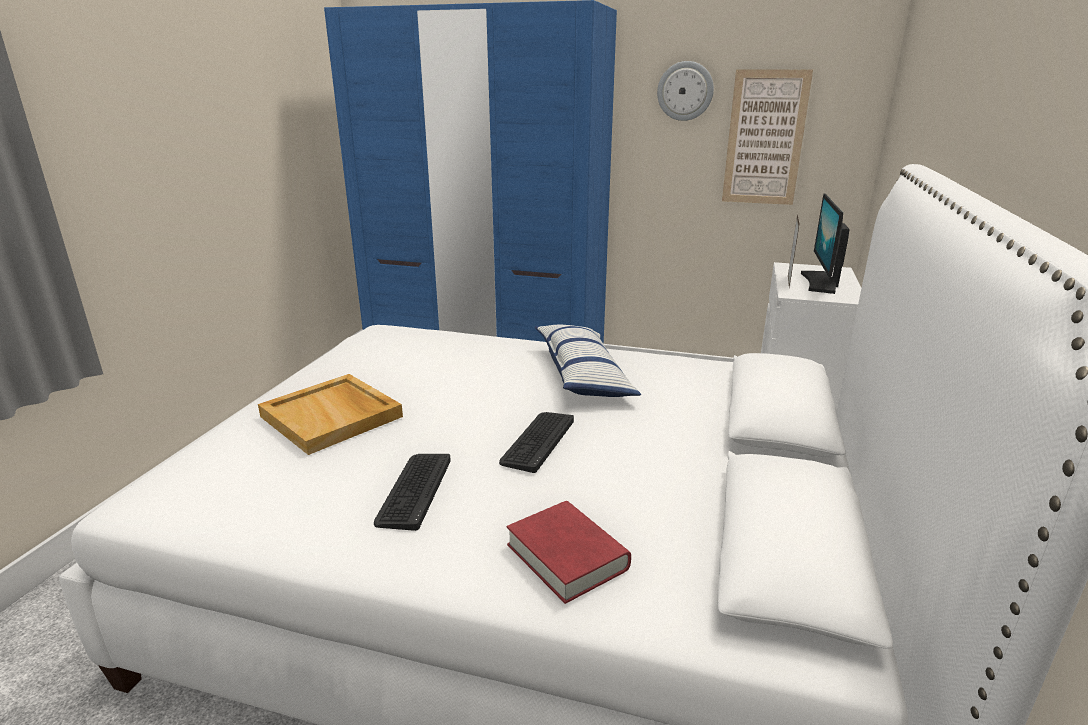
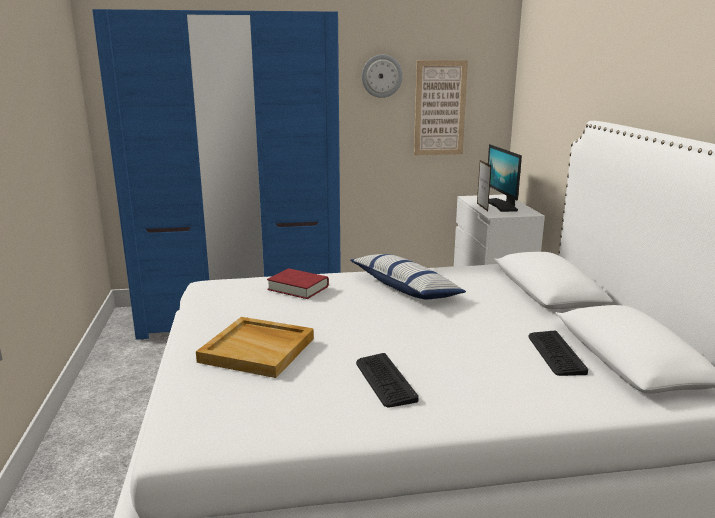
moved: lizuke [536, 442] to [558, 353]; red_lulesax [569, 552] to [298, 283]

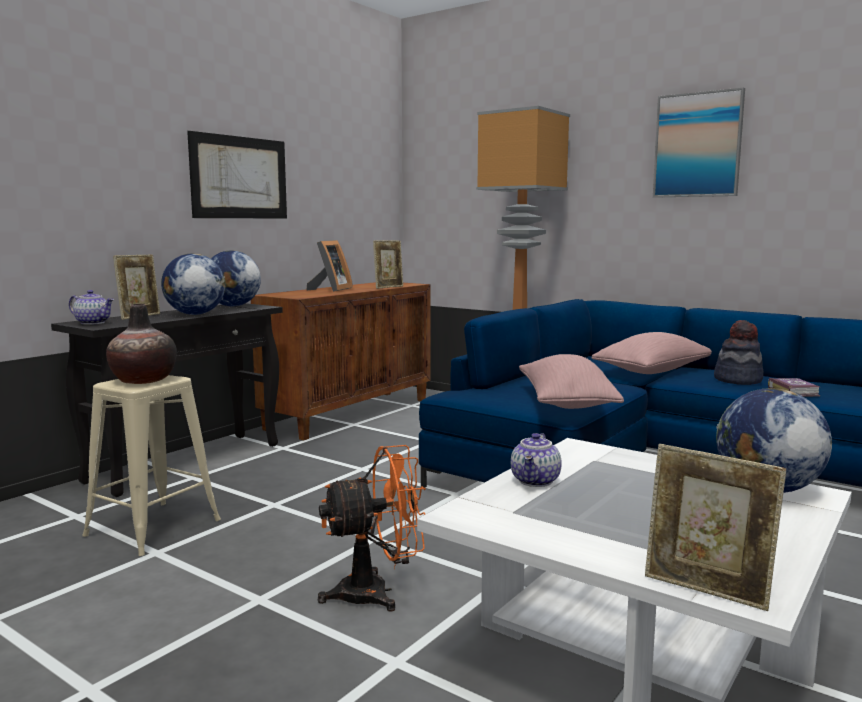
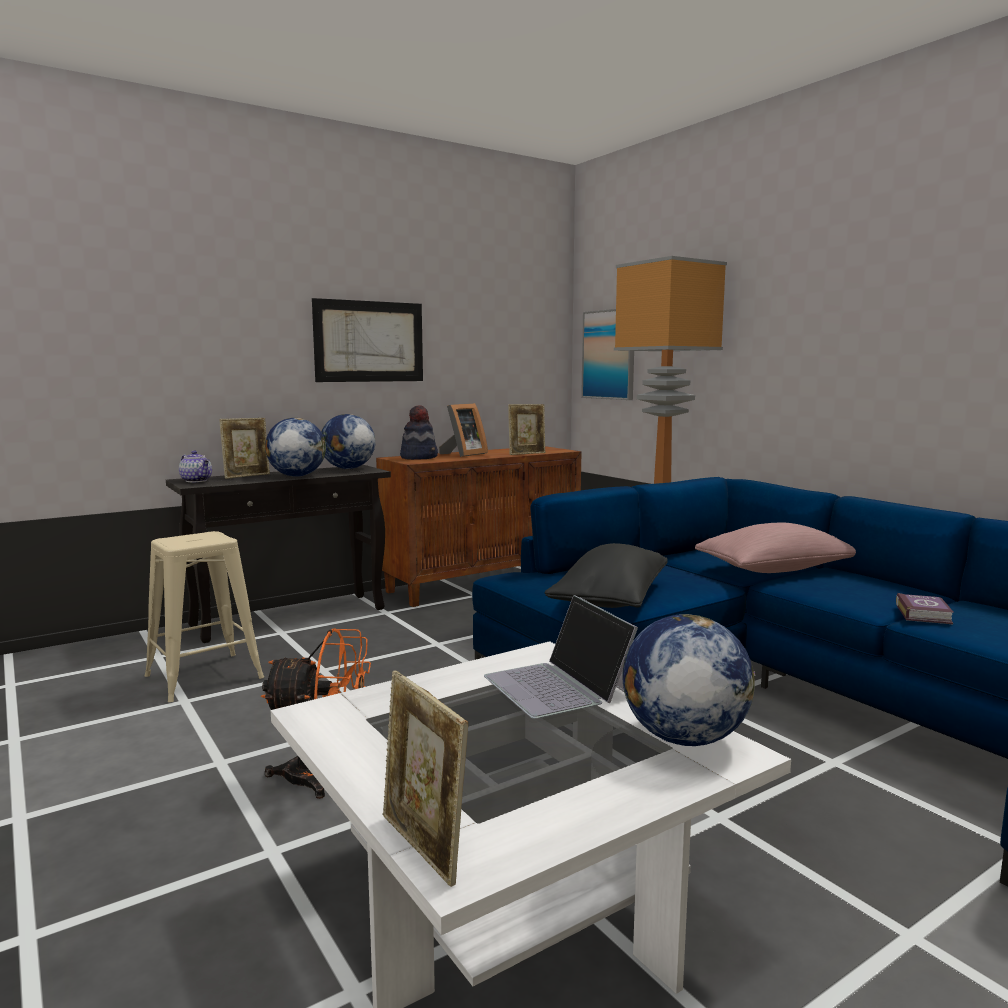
removed: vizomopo [141, 344]; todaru [536, 460]
added: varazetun [561, 657]
moved: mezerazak [699, 143] to [607, 354]; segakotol [738, 352] to [419, 432]
recoloured: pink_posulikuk [571, 381] to black_posulikuk [606, 575]

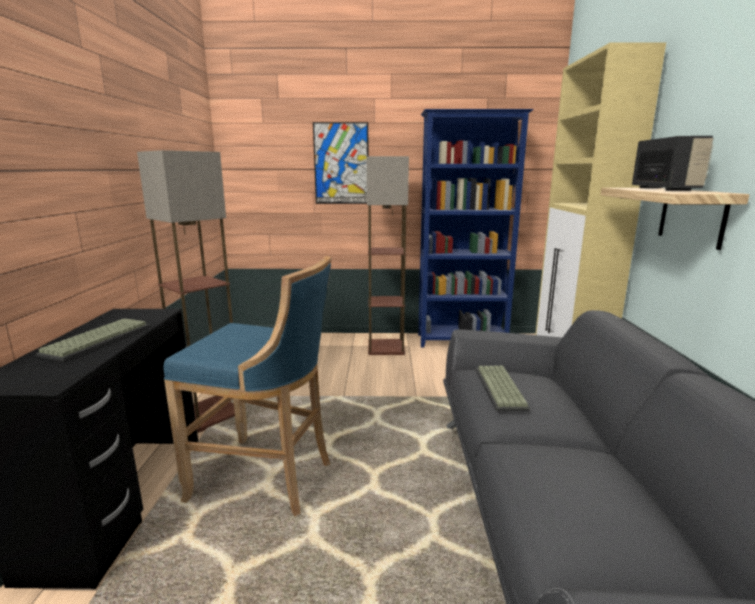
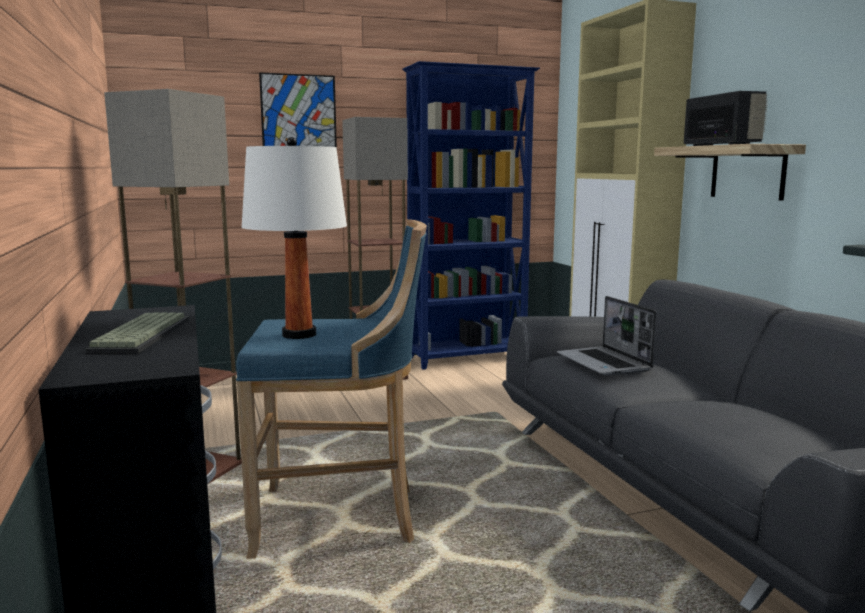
added: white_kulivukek [294, 238]
replaced: lizuke [503, 388] to varazetun [607, 336]

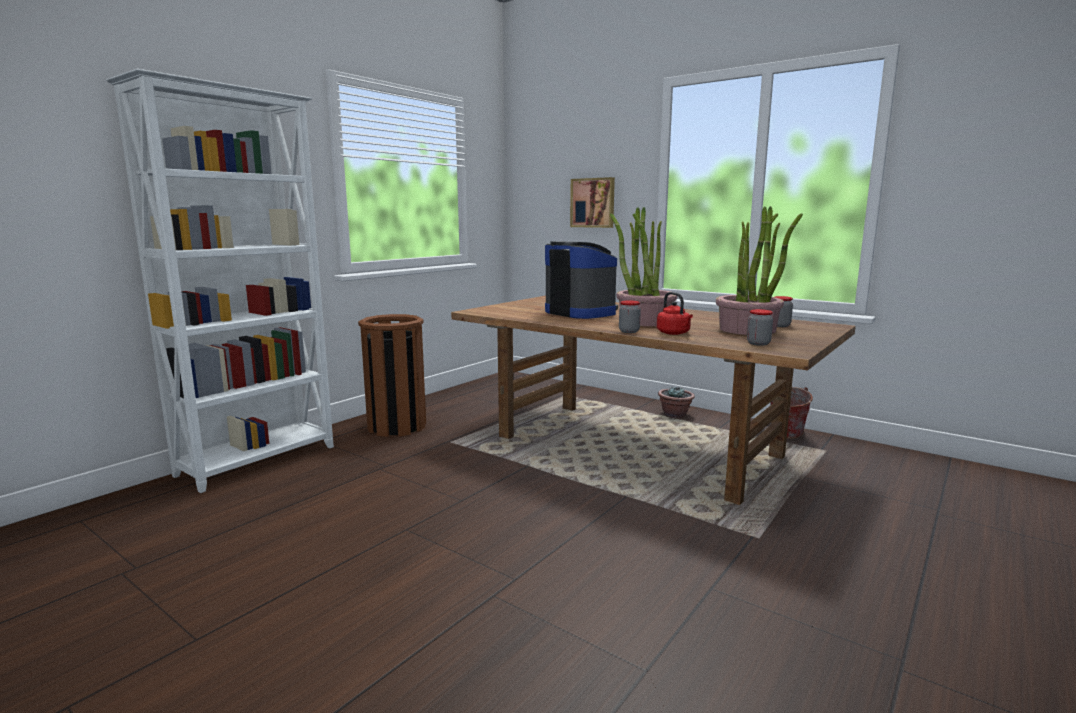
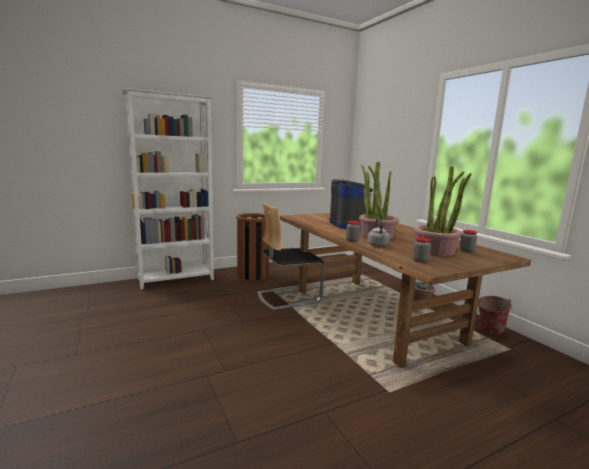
removed: mezerazak [592, 202]
added: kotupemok [291, 256]
recoloured: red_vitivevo [675, 313] to grey_vitivevo [378, 233]

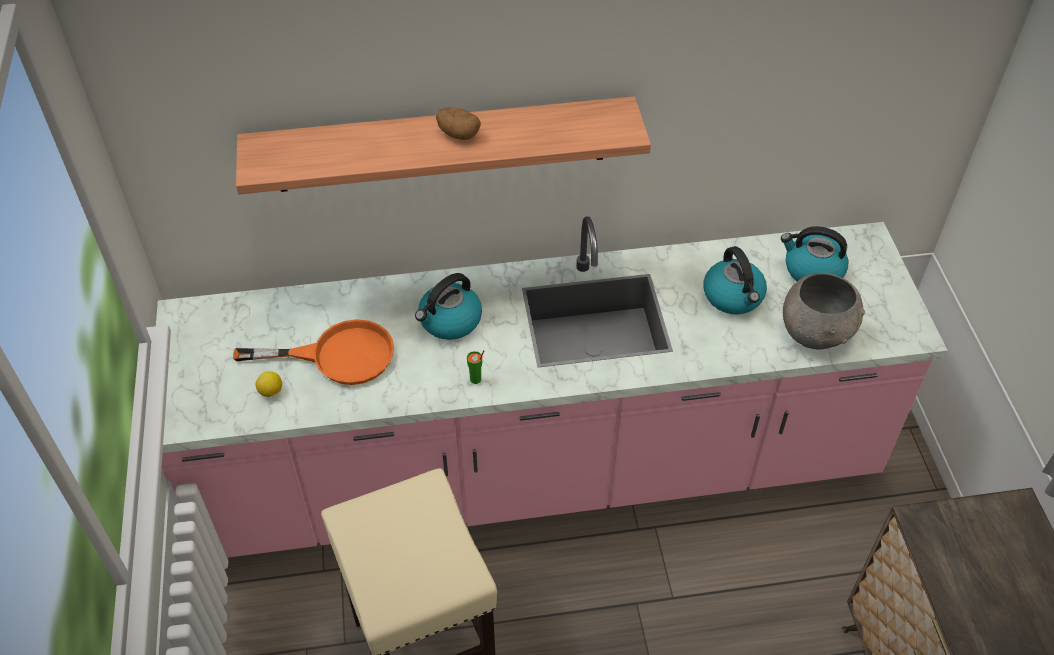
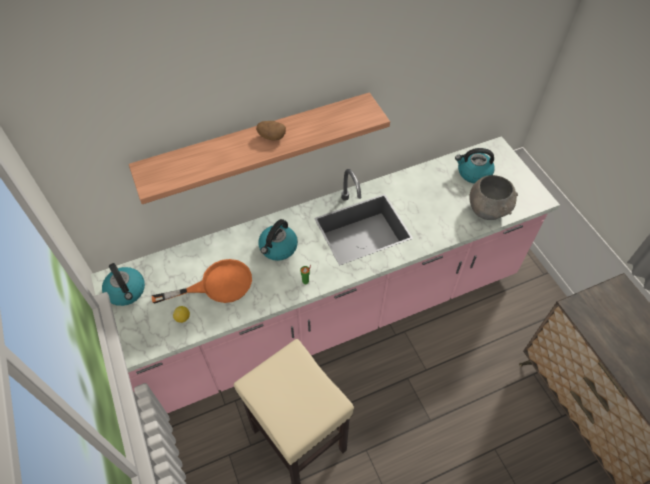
moved: vitivevo [735, 280] to [123, 284]

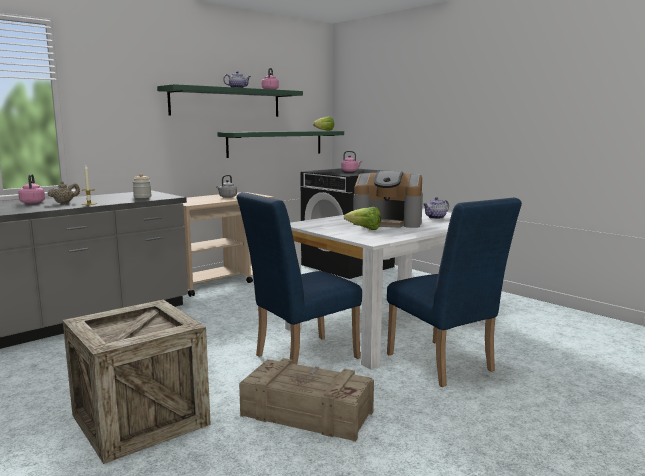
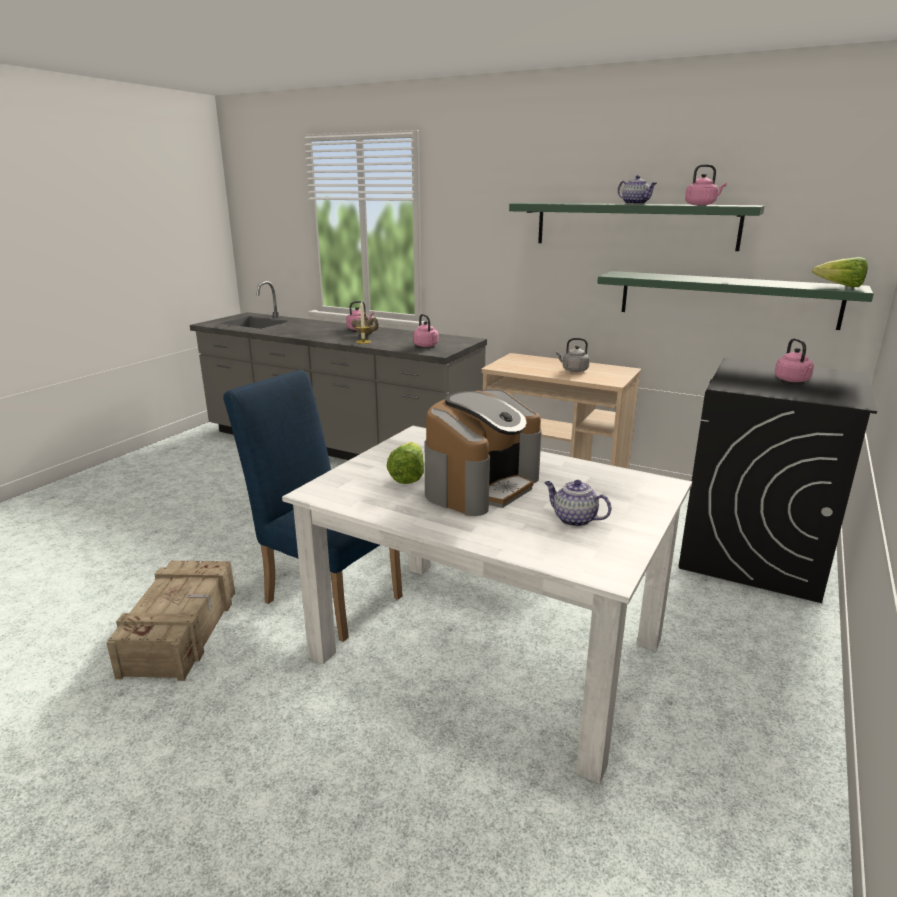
removed: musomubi [137, 382]; blue_kotupemok [454, 292]
replaced: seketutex [142, 186] to pink_vitivevo [425, 330]
turned: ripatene [388, 199] = [483, 452] 135 degrees counterclockwise

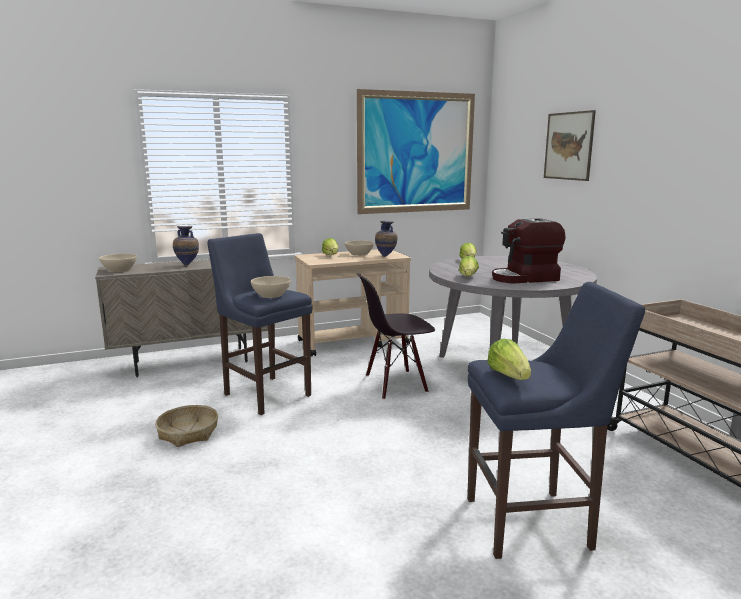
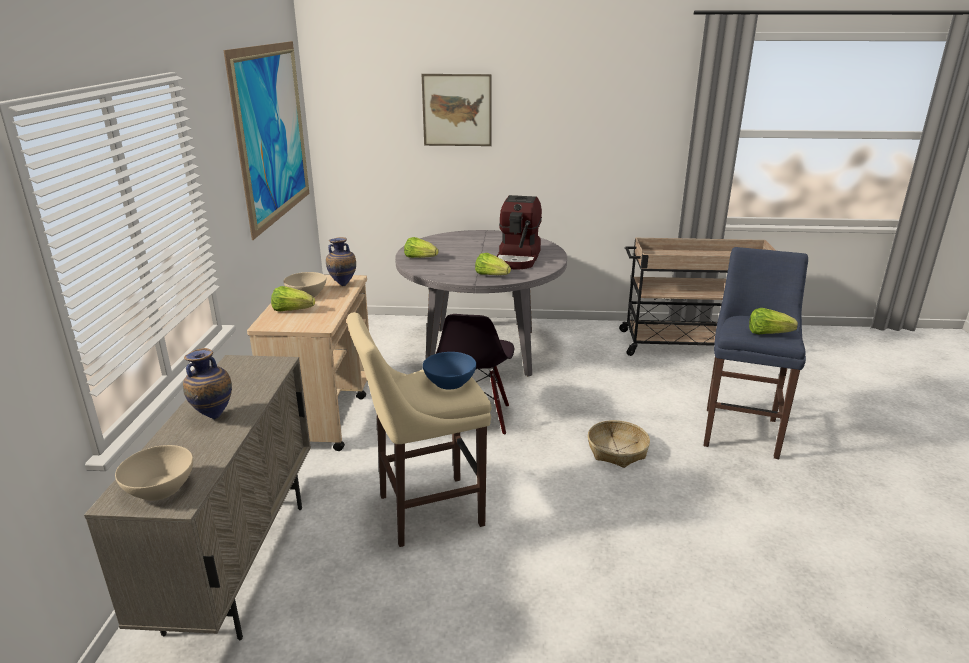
moved: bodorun [186, 426] to [619, 444]
recoloured: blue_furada [260, 324] to beige_furada [419, 429]; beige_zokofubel [271, 287] to blue_zokofubel [449, 370]

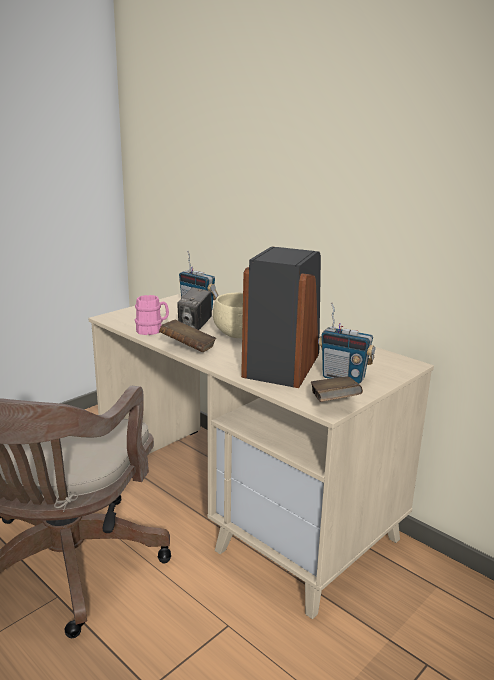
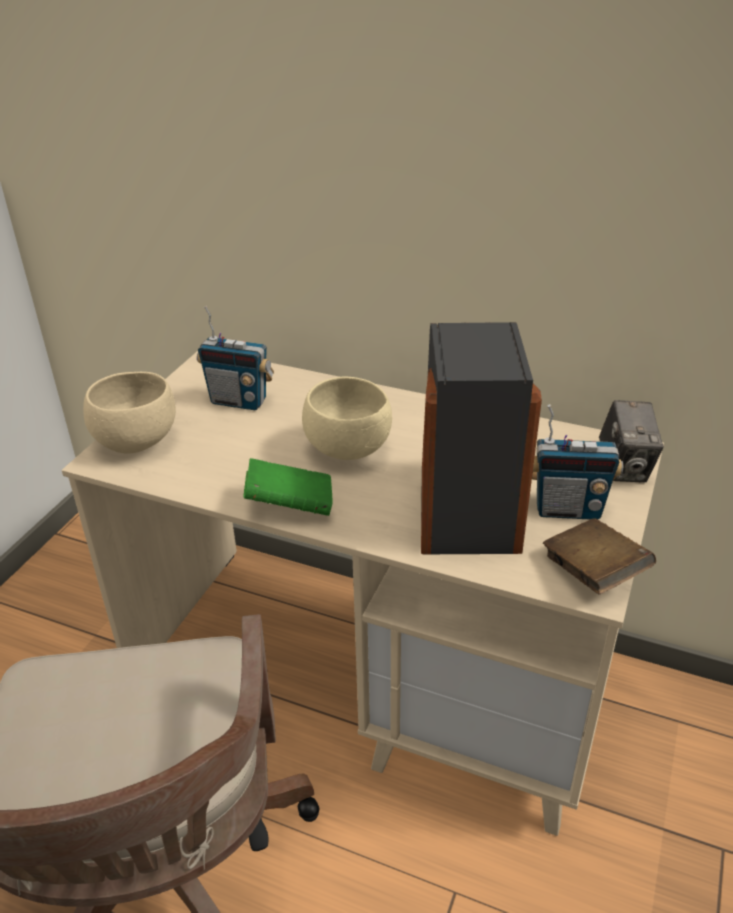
removed: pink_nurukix [152, 315]
added: beige_zokofubel [129, 412]
moved: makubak [194, 308] to [631, 441]
recoloured: brown_lulesax [187, 335] to green_lulesax [288, 487]

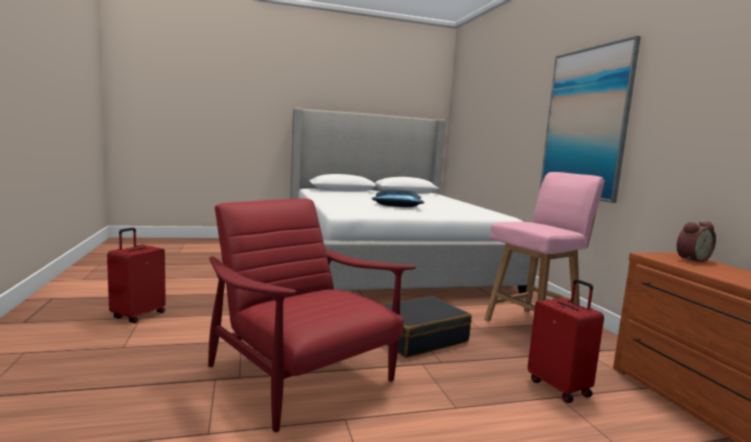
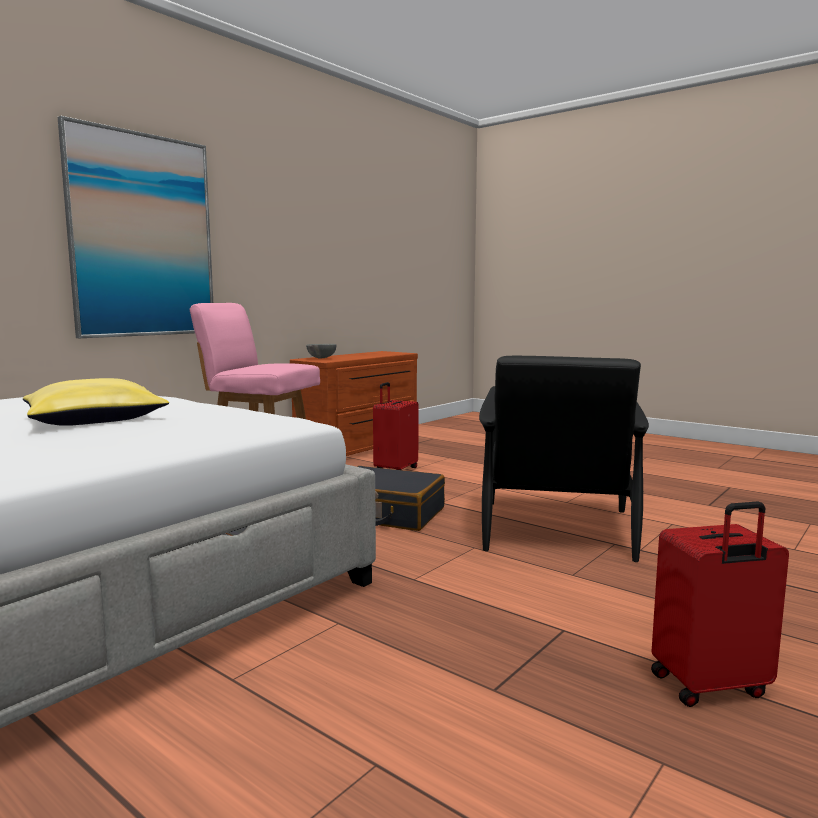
replaced: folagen [696, 242] to grey_zokofubel [321, 351]
recoloured: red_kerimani [312, 315] to black_kerimani [564, 459]; blue_posulikuk [398, 198] to yellow_posulikuk [96, 402]

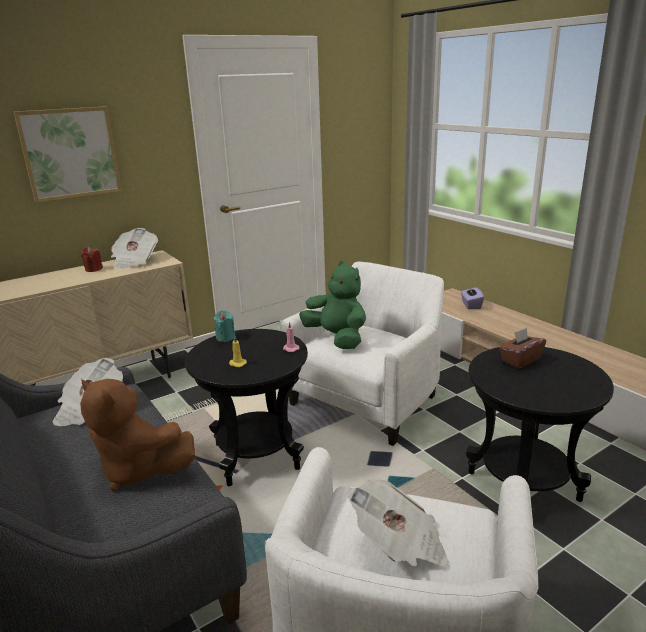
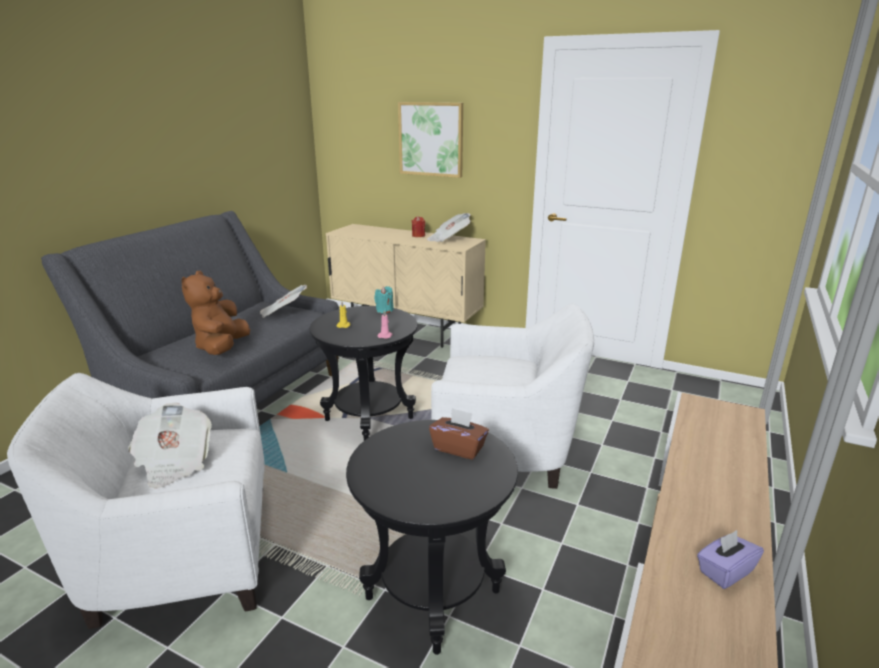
removed: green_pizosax [332, 305]
moved: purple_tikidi [472, 297] to [730, 559]

